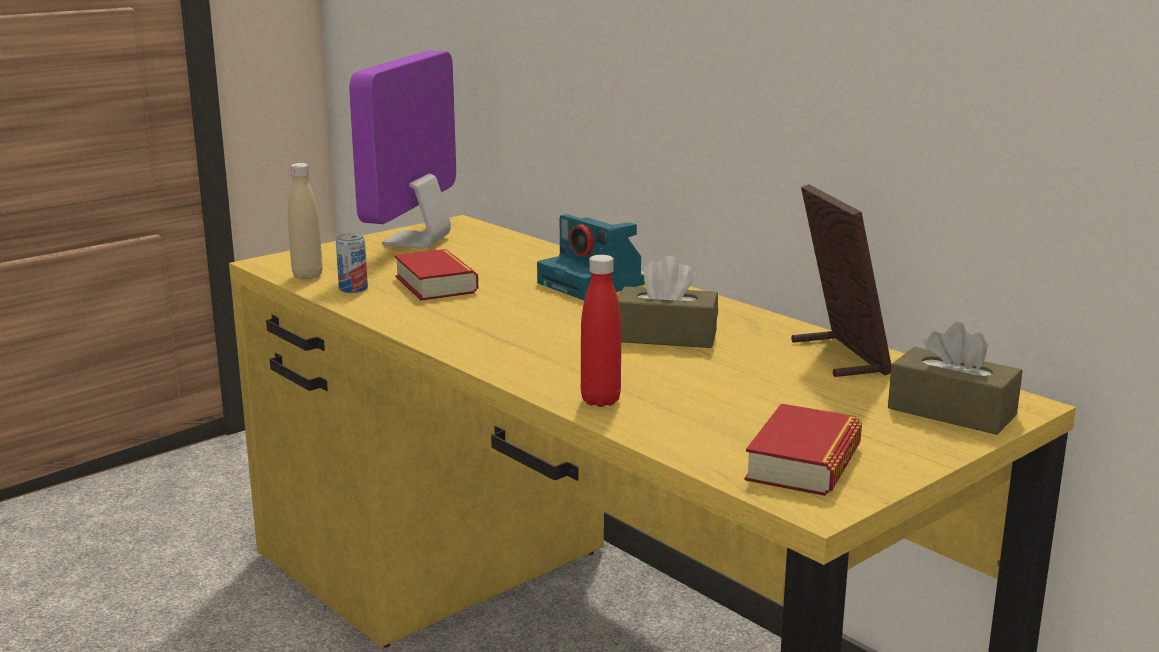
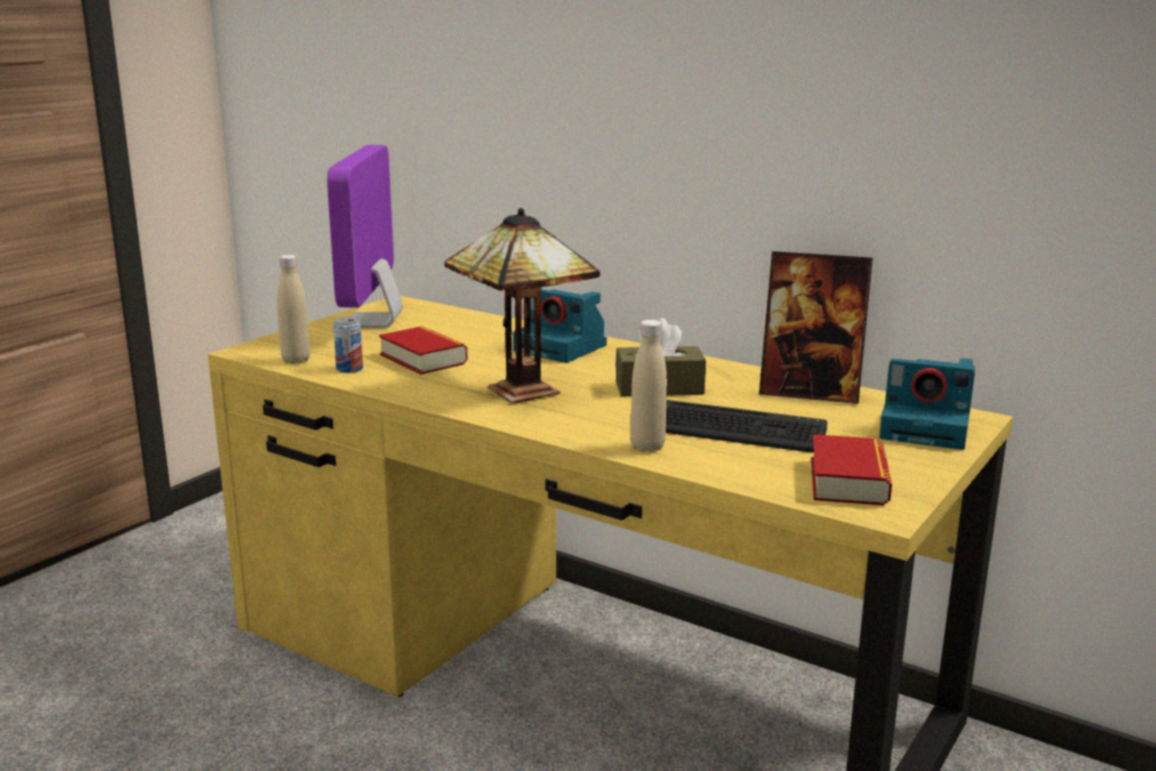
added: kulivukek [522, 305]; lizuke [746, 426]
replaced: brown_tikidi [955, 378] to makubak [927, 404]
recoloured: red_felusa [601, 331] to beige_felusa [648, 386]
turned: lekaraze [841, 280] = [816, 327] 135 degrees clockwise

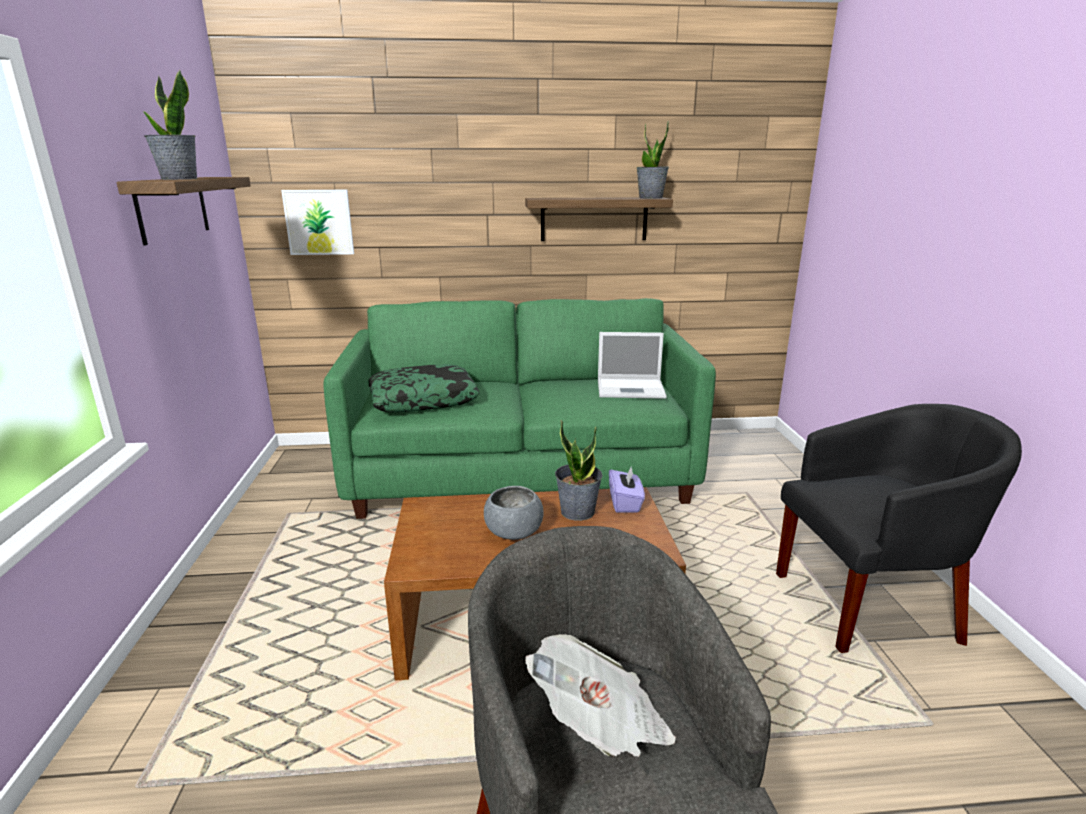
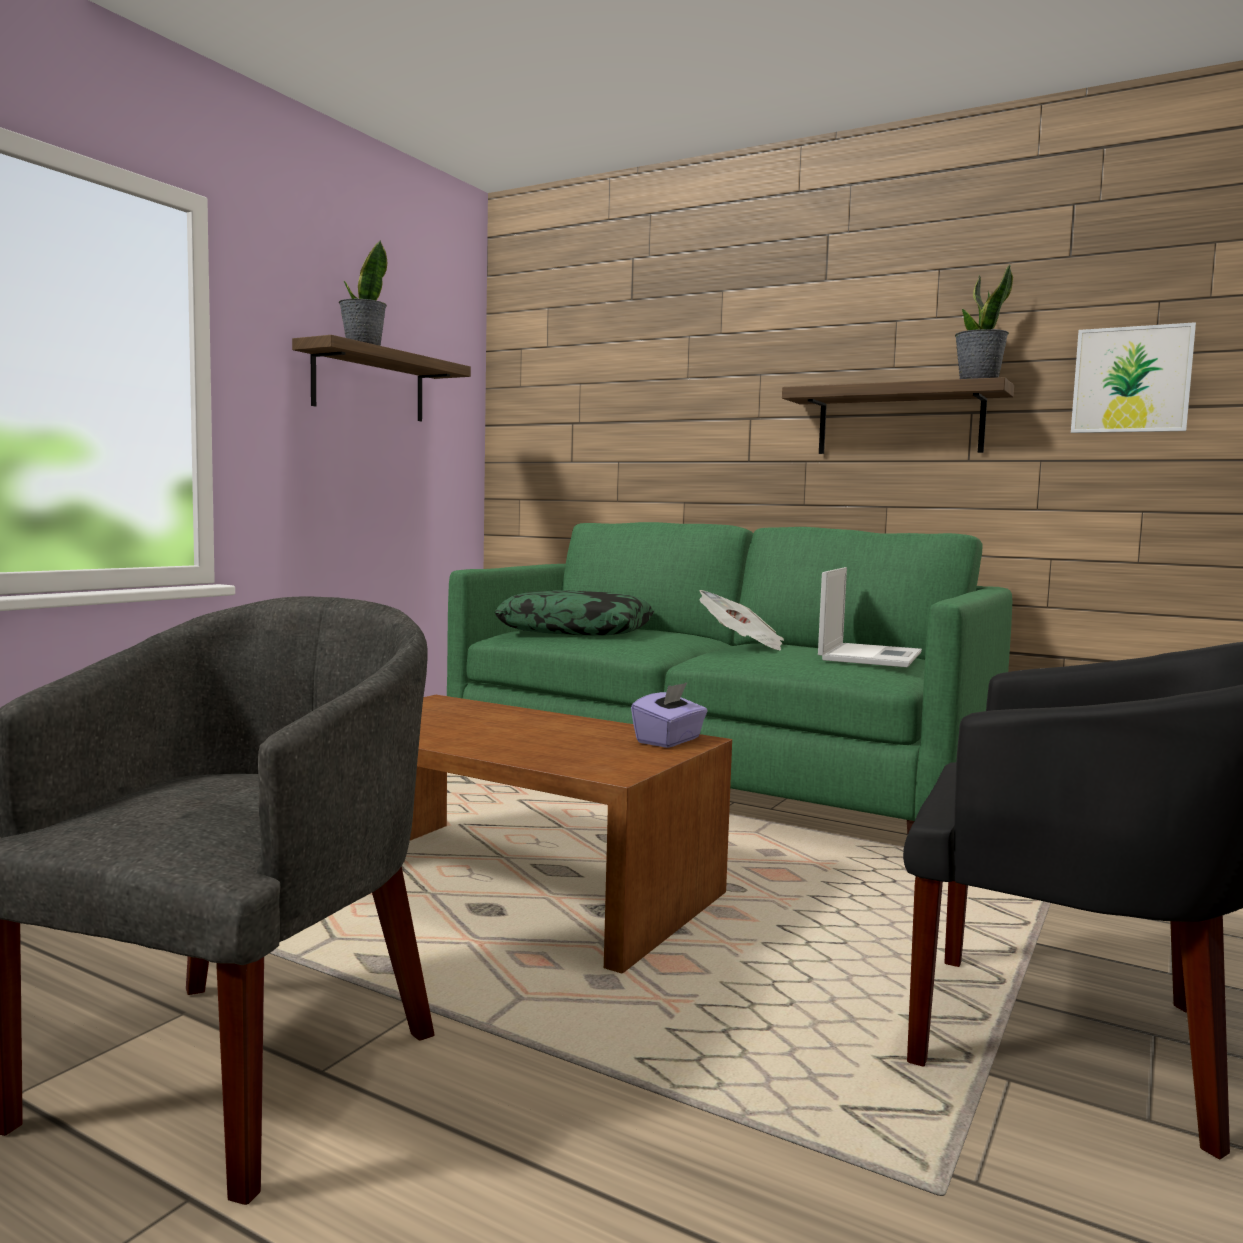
removed: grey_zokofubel [514, 513]; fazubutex [579, 470]
moved: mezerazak [317, 222] to [1133, 377]; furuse [600, 695] to [741, 620]
turned: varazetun [632, 365] = [870, 617] 105 degrees counterclockwise

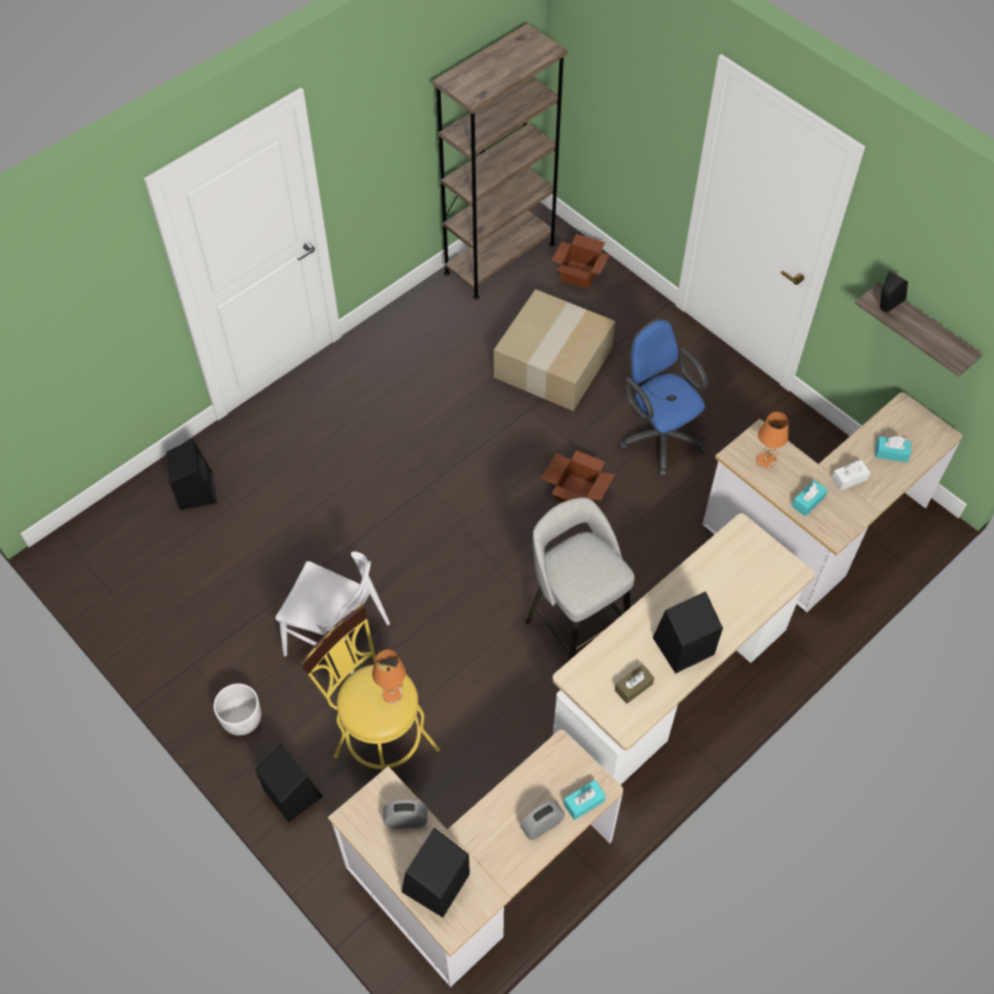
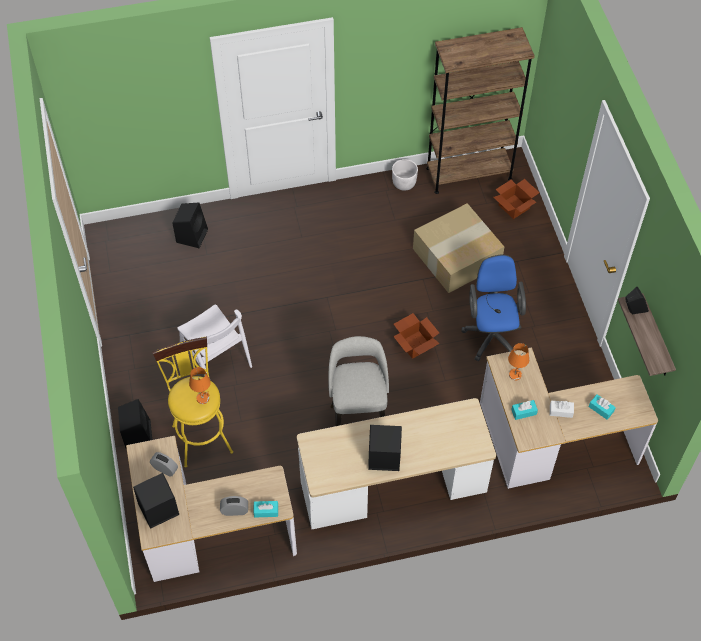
removed: brown_tikidi [635, 684]
moved: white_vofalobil [237, 709] to [405, 175]

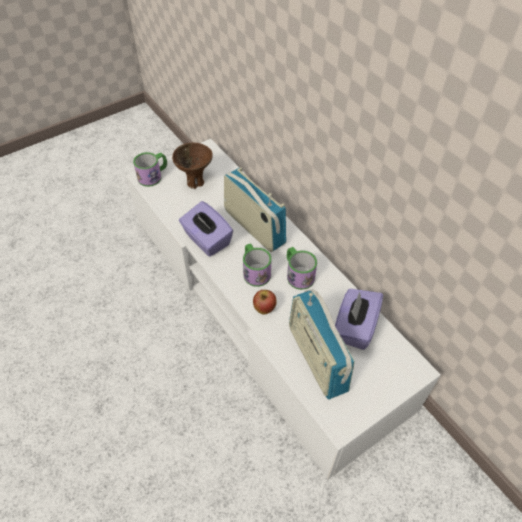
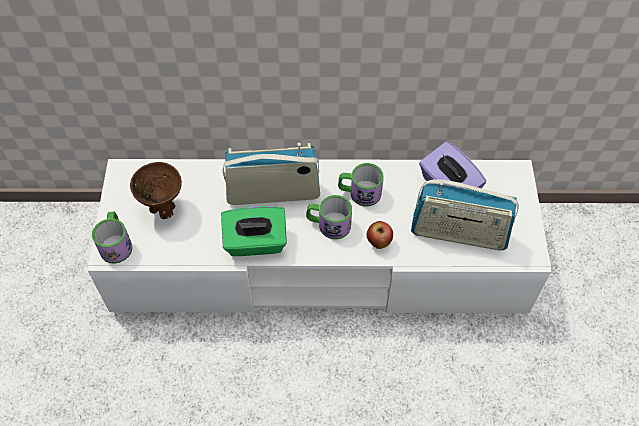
recoloured: purple_tikidi [206, 229] to green_tikidi [254, 231]

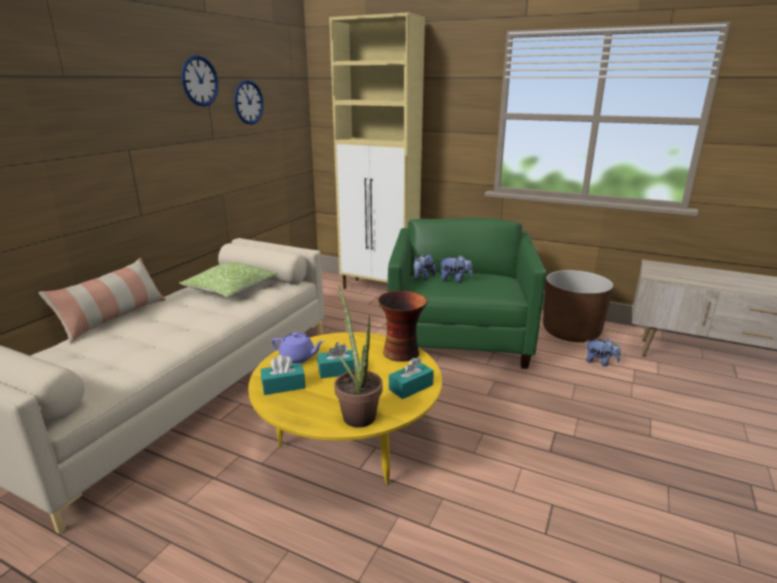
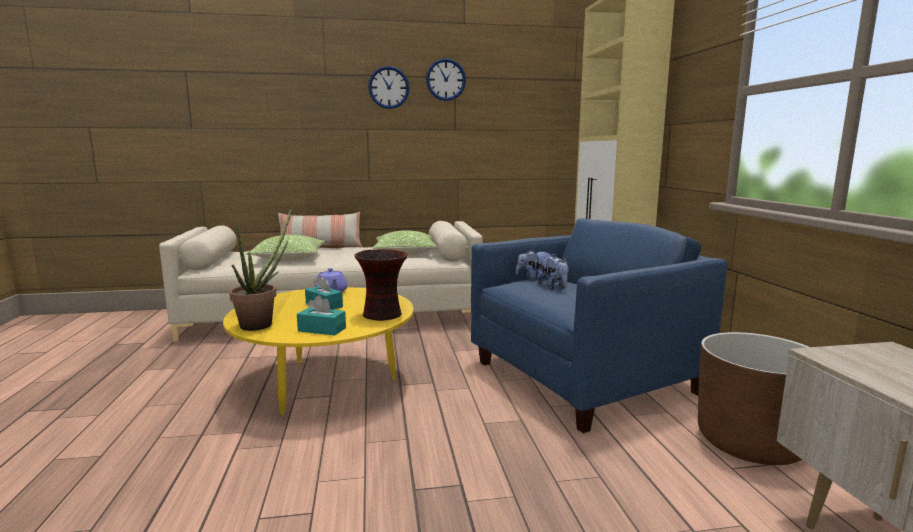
removed: turquoise_tikidi [283, 375]; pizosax [603, 352]
added: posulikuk [285, 248]
moved: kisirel [249, 102] to [388, 87]
recoloured: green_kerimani [467, 293] to blue_kerimani [599, 326]

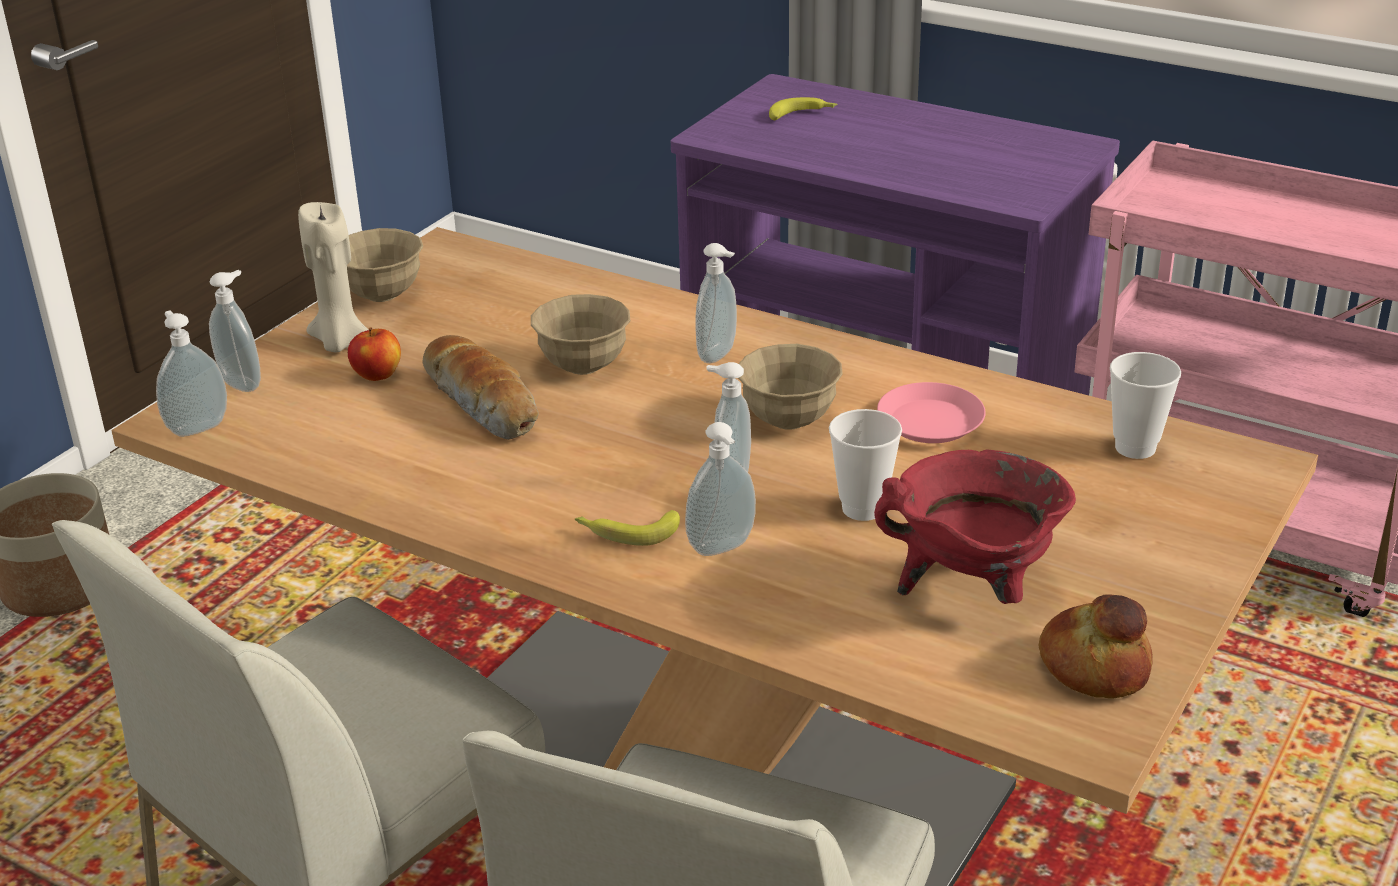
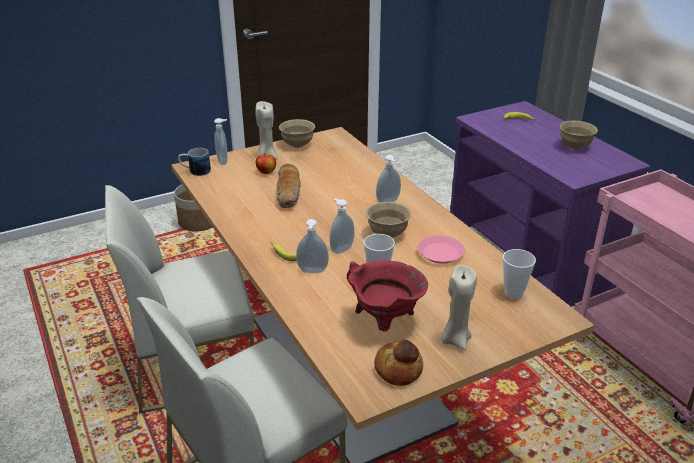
added: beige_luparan [459, 307]
moved: beige_zokofubel [580, 334] to [579, 135]
replaced: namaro [191, 373] to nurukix [194, 162]

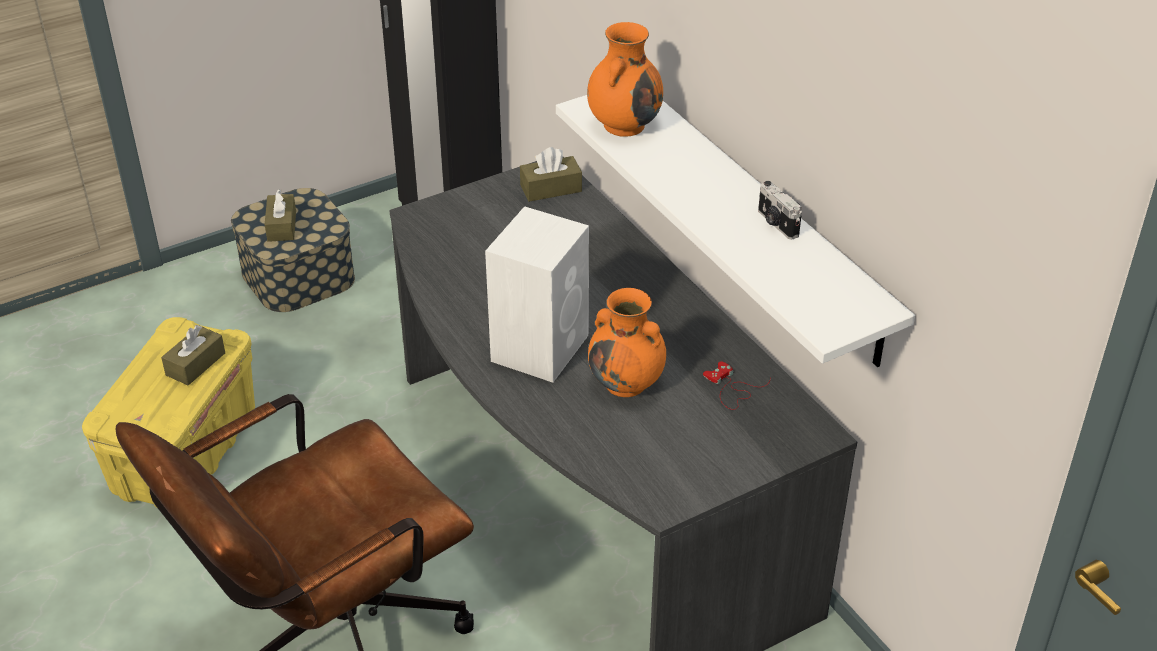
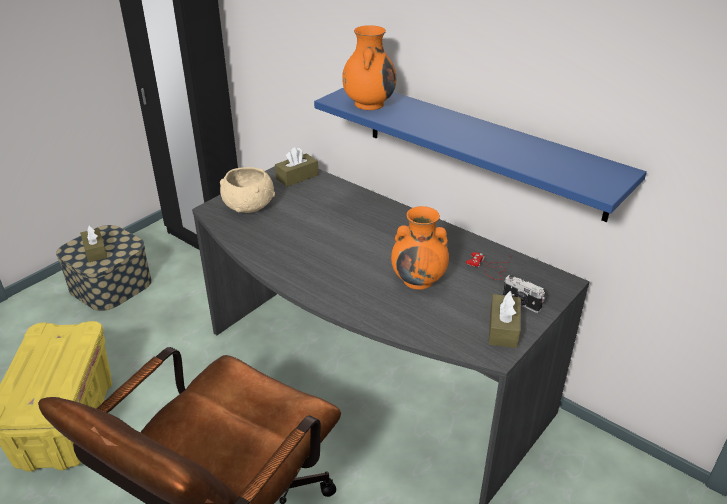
removed: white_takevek [537, 294]
added: beige_zokofubel [247, 190]
moved: brown_tikidi [193, 355] to [504, 319]; makubak [780, 210] to [524, 294]
recoloured: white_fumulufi [735, 231] to blue_fumulufi [480, 155]

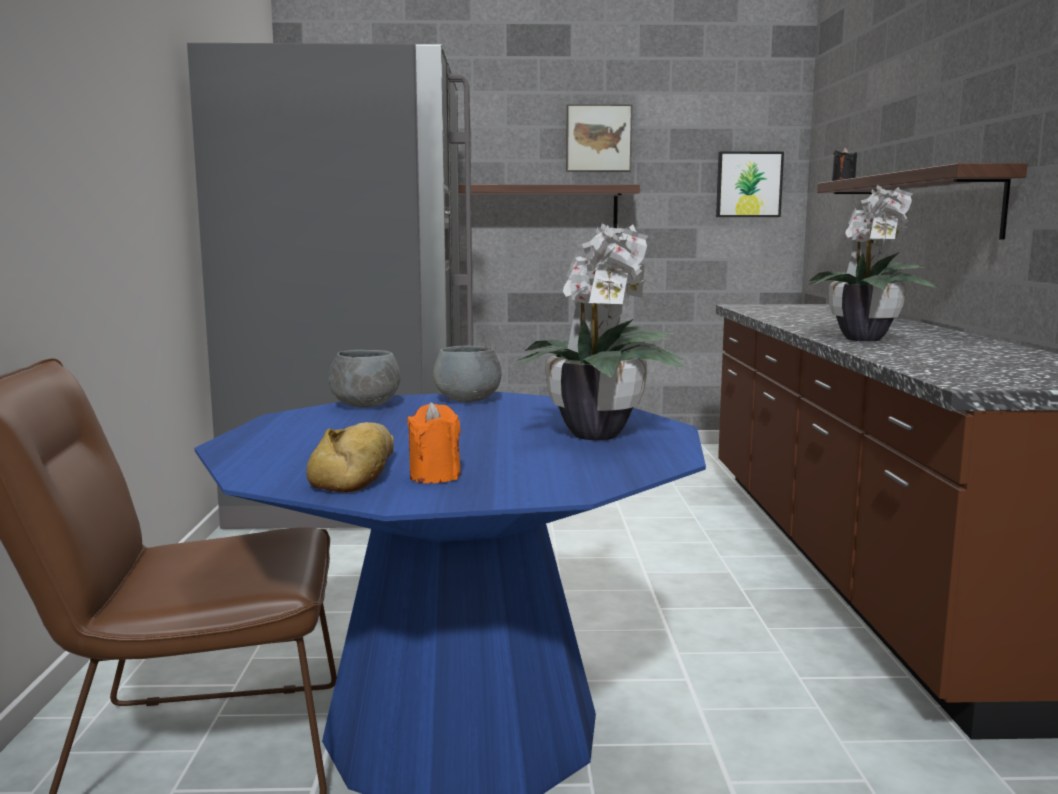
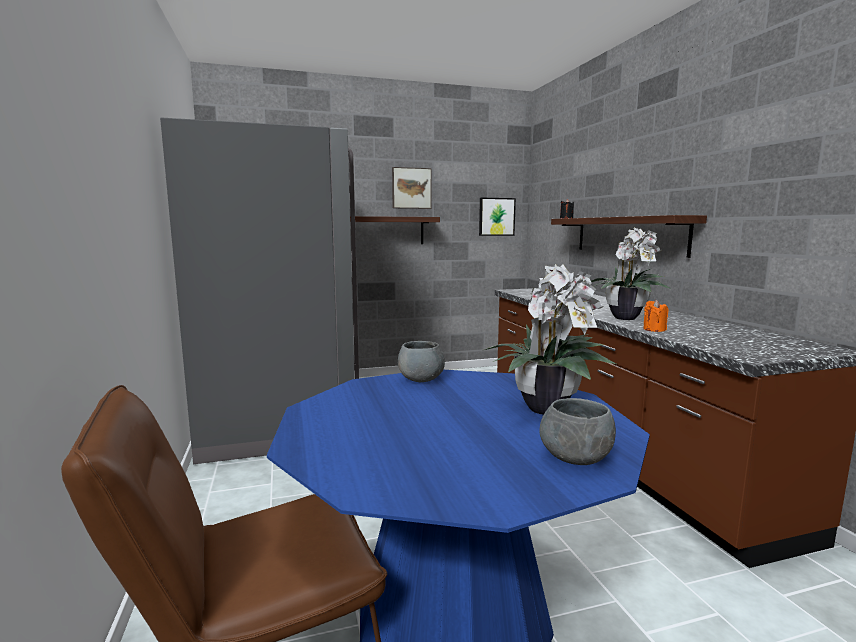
removed: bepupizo [350, 457]
moved: grey_zokofubel [365, 379] to [577, 431]; orange_luparan [434, 442] to [655, 316]

